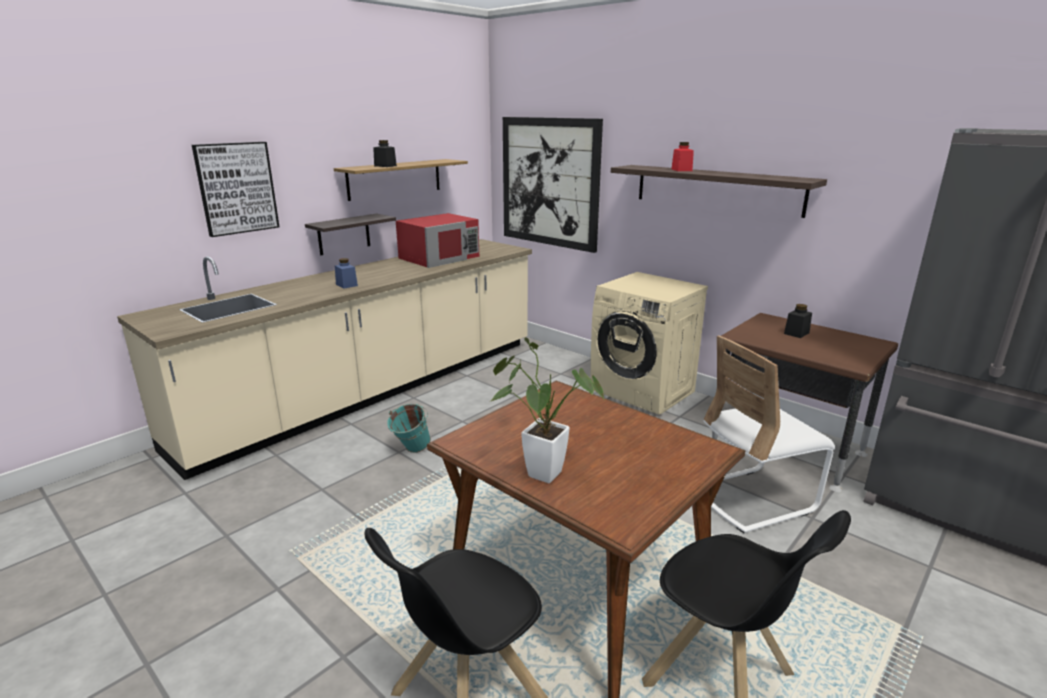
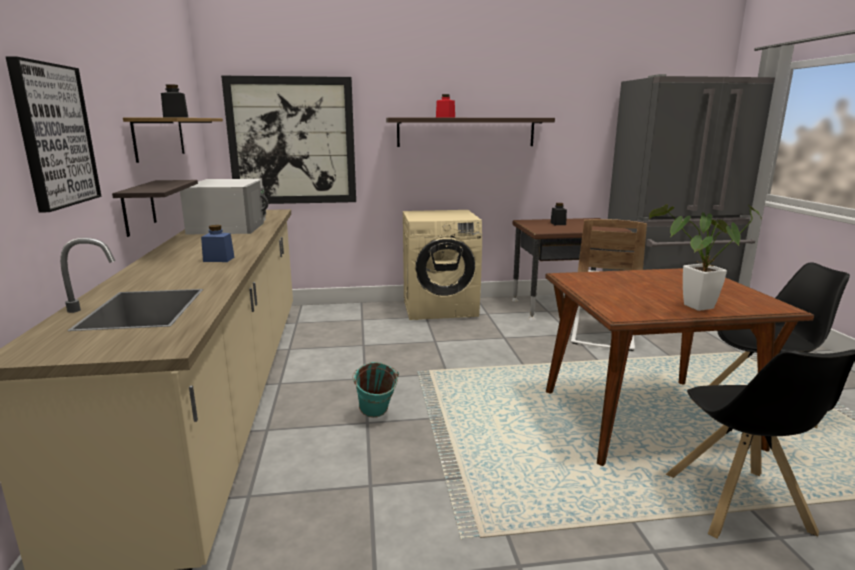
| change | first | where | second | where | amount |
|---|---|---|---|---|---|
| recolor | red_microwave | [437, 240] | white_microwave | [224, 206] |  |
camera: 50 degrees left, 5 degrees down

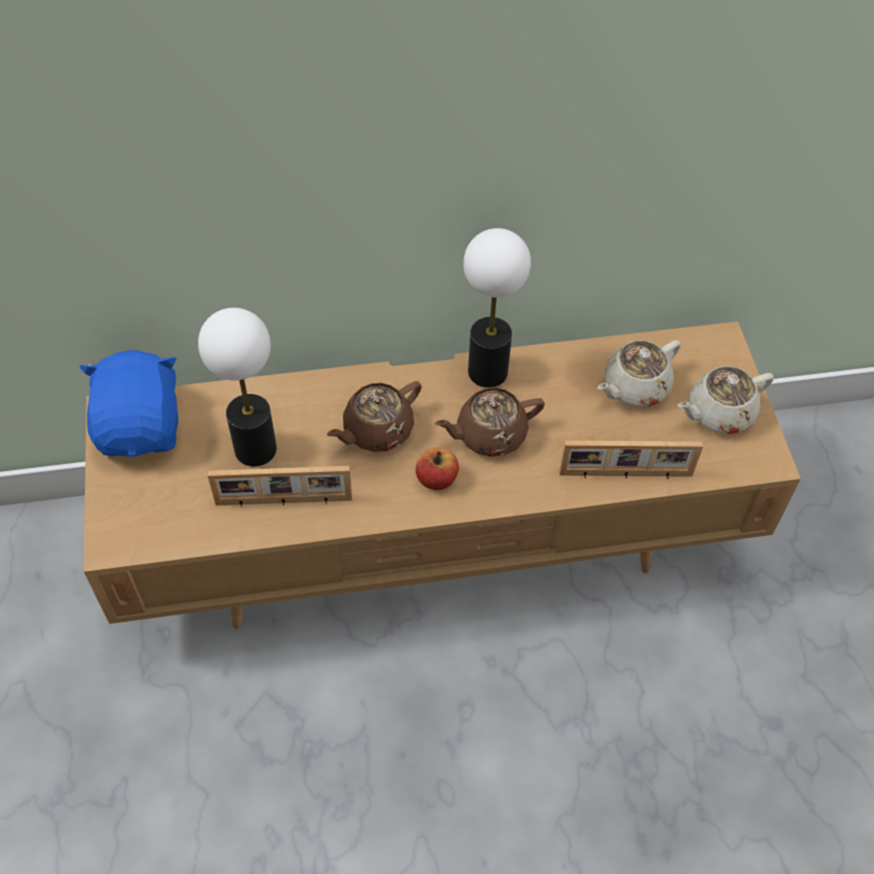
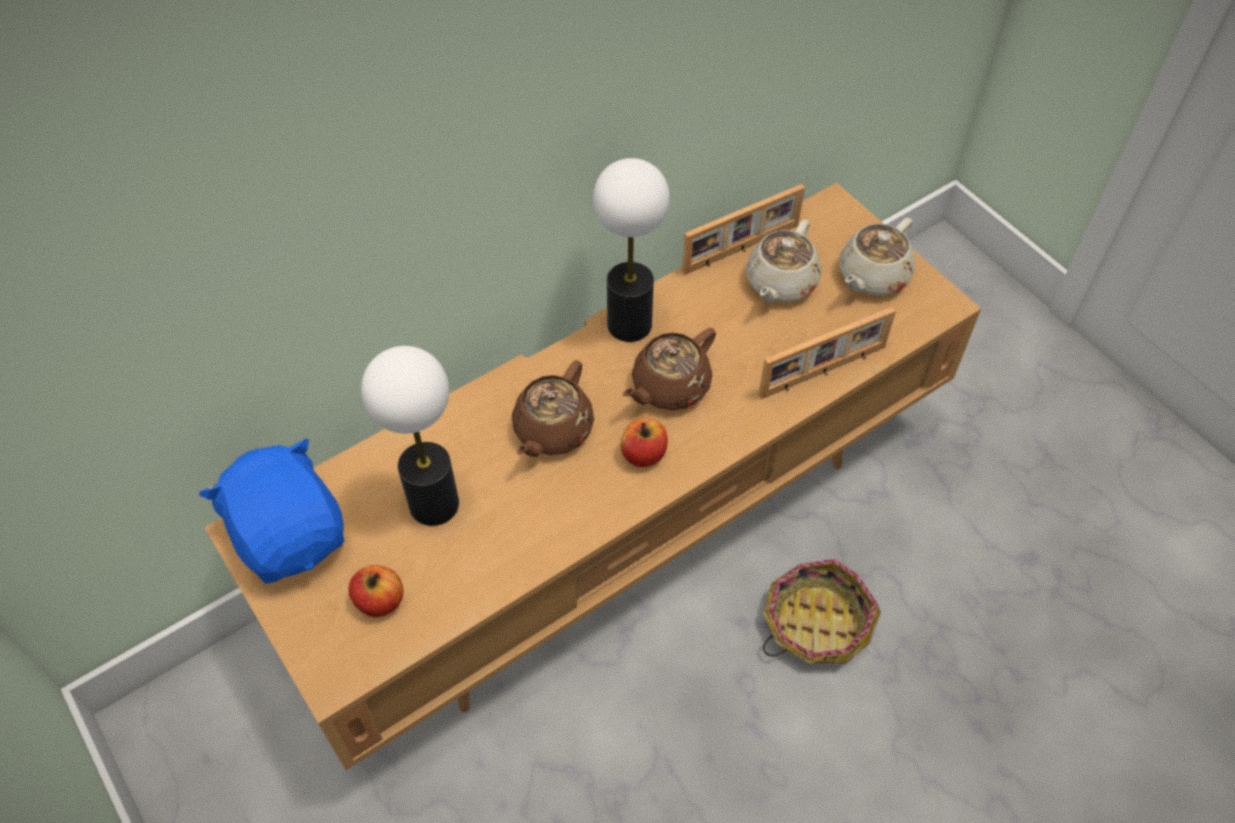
| change | first | where | second | where | amount |
|---|---|---|---|---|---|
| move | picture_frame | [280, 486] |  | [743, 229] |  |
| insert |  |  | apple | [375, 591] |  |
| insert |  |  | basket | [822, 611] |  |
camera: 25 degrees left, 0 degrees up

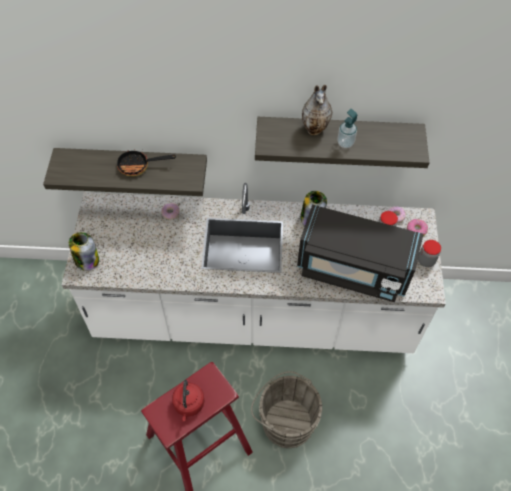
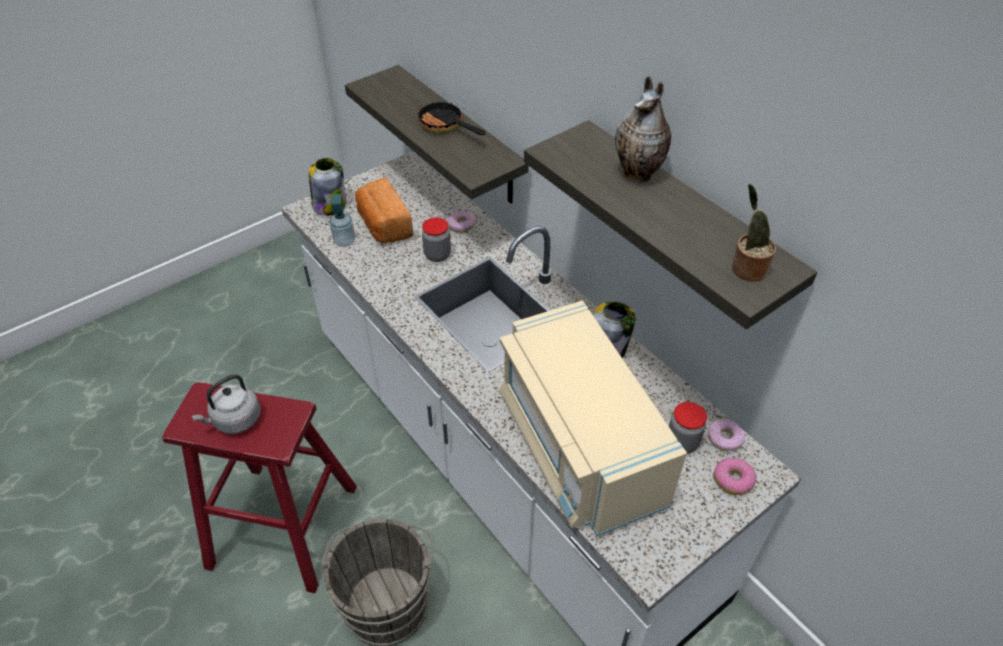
| change | first | where | second | where | amount |
|---|---|---|---|---|---|
| recolor | red_kettle | [188, 400] | grey_kettle | [225, 404] |  |
| recolor | black_microwave | [360, 253] | beige_microwave | [593, 418] |  |
| move | soap_dispenser | [347, 128] |  | [342, 220] |  |
| move | jar | [429, 253] |  | [436, 239] |  |
| insert |  |  | bread | [384, 210] |  |
| insert |  |  | potted_plant | [754, 232] |  |
camera: 50 degrees right, 10 degrees down

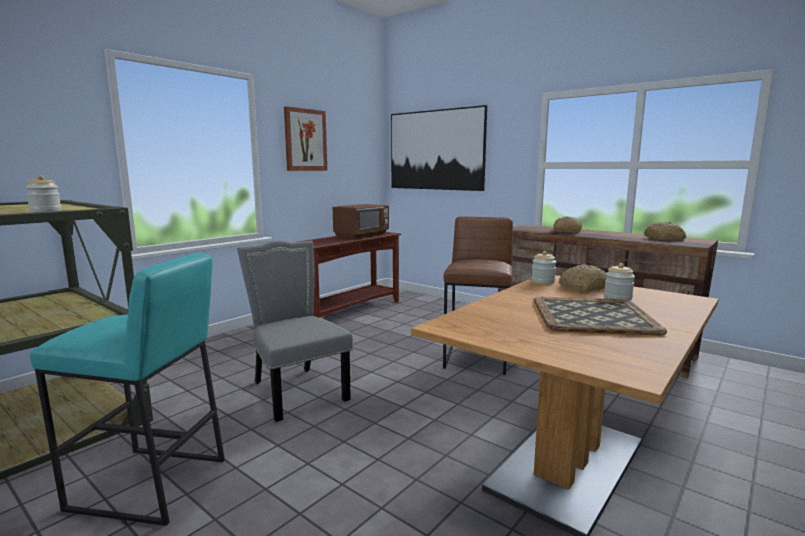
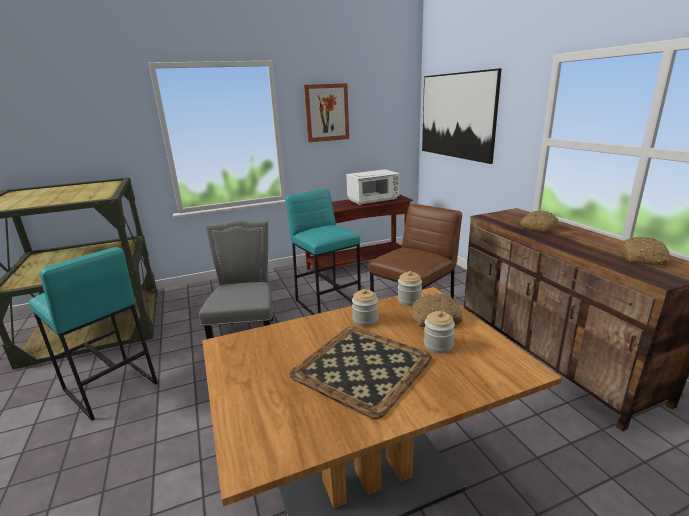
| change | first | where | second | where | amount |
|---|---|---|---|---|---|
| move | jar | [43, 193] |  | [365, 308] |  |
| recolor | brown_microwave | [360, 221] | white_microwave | [373, 187] |  |
| insert |  |  | turquoise_stool | [323, 252] |  |
camera: 30 degrees right, 10 degrees up

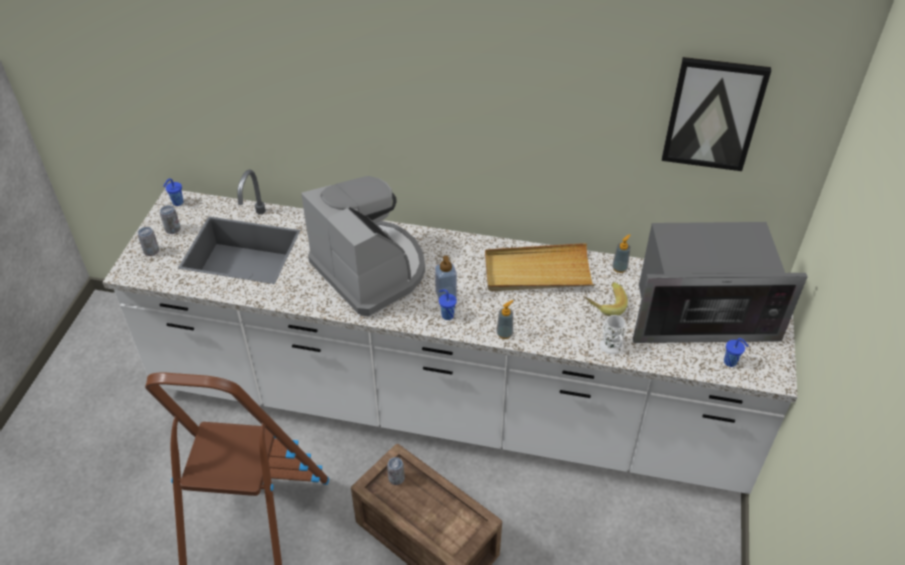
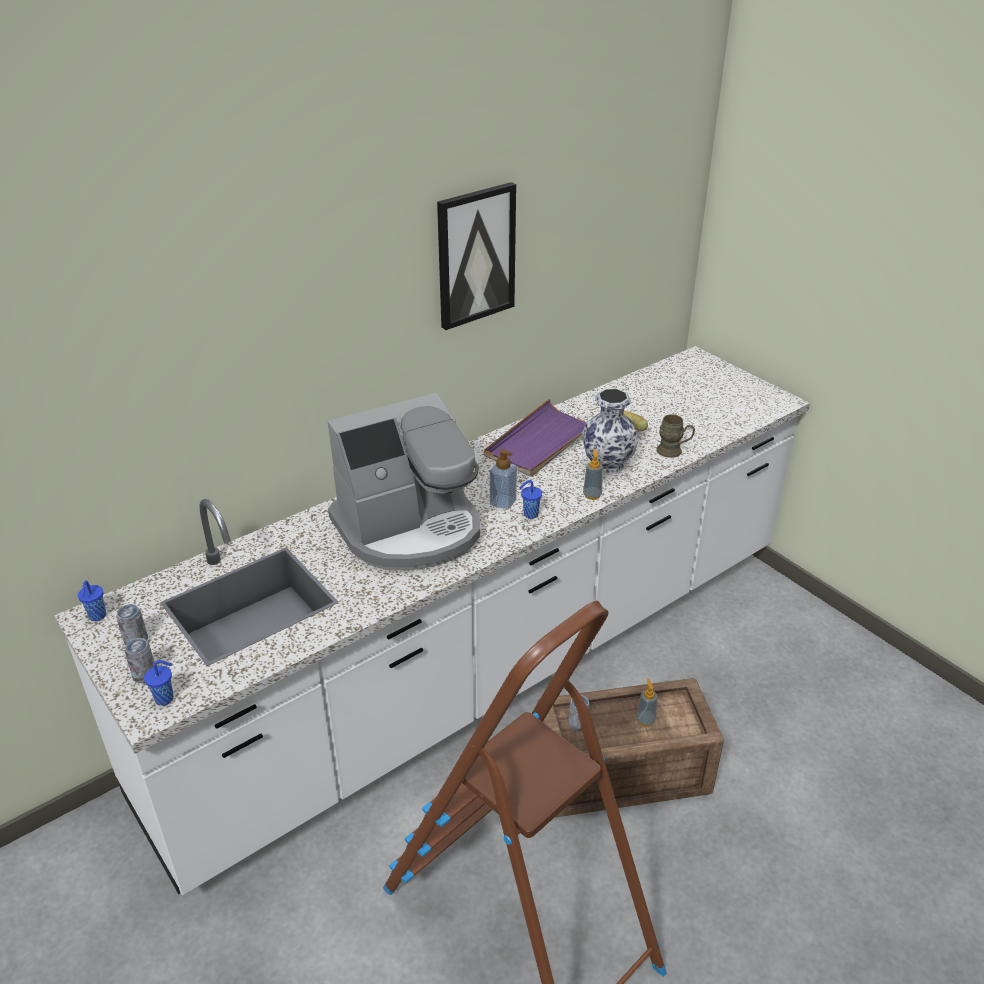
| change | first | where | second | where | amount |
|---|---|---|---|---|---|
| rotate | coffee_machine | [363, 246] |  | [404, 481] | 150 degrees clockwise |
| recolor | beige_tray | [540, 267] | purple_tray | [535, 438] |  |
| recolor | white_mug | [612, 334] | brown_mug | [675, 436] |  |
| move | soap_dispenser | [621, 253] |  | [646, 702] |  |
| delete | microwave | [720, 282] |  |  |  |
| move | picture | [716, 114] |  | [476, 256] |  |
| move | blue_cup | [736, 352] |  | [159, 683] |  |
| insert |  |  | vase | [610, 431] |  |
camera: 50 degrees left, 10 degrees down

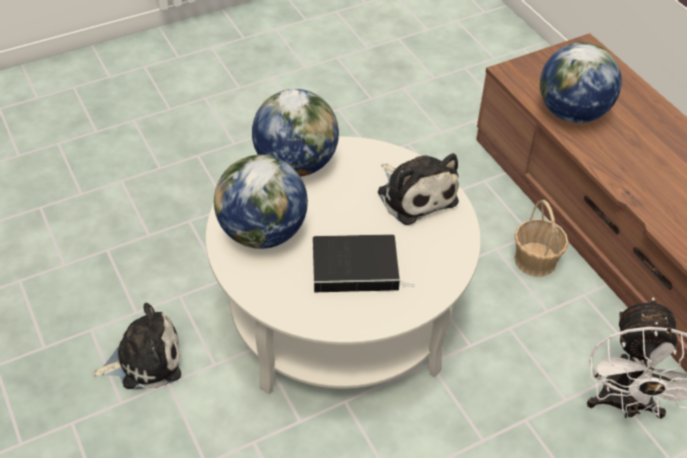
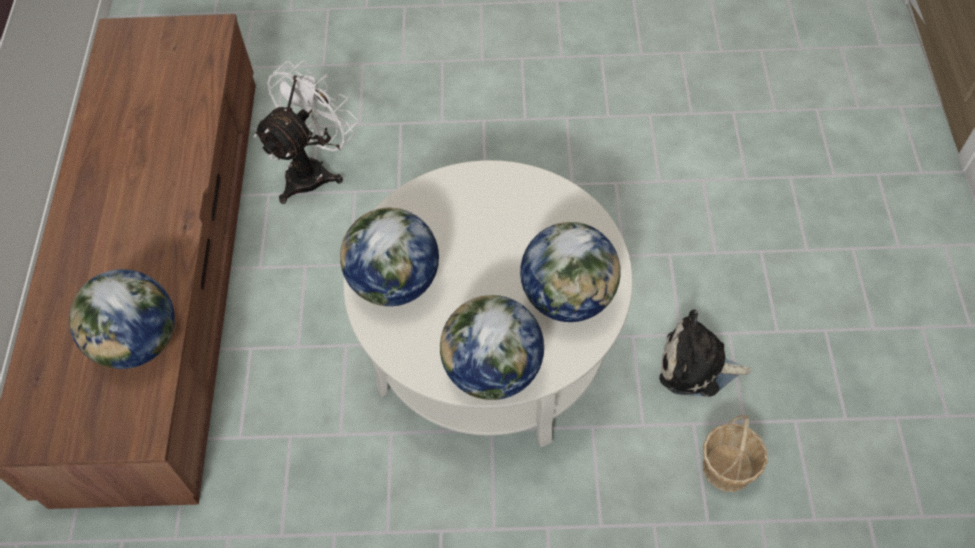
| change | first | where | second | where | amount |
|---|---|---|---|---|---|
| delete | book | [364, 263] |  |  |  |
| replace | plush_toy | [418, 189] | globe | [389, 257] |  |
| move | basket | [541, 238] |  | [735, 453] |  |
camera: 150 degrees left, 10 degrees up

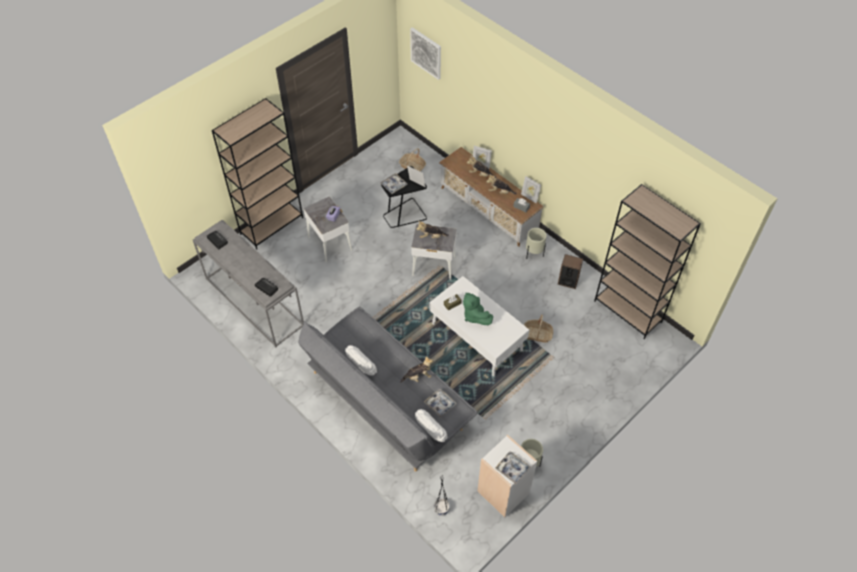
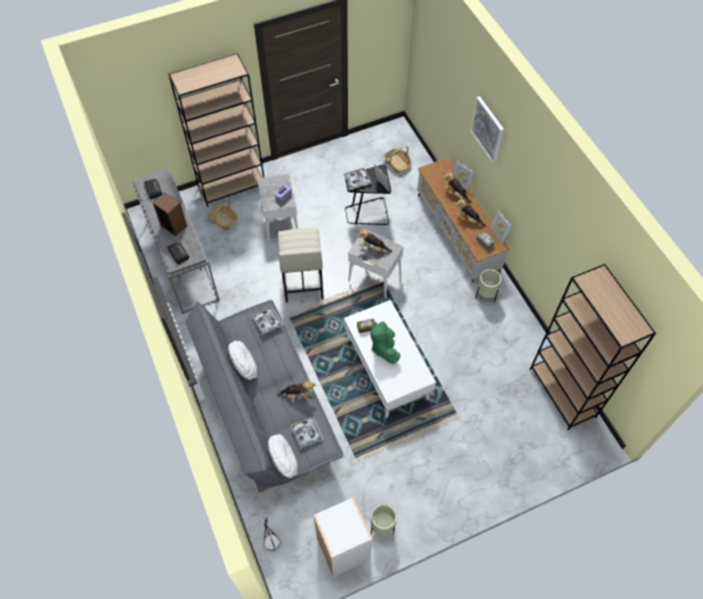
| change | first | where | second | where | amount |
|---|---|---|---|---|---|
| move | picture | [425, 53] |  | [487, 129] |  |
| move | tray | [513, 467] |  | [267, 321] |  |
| move | basket | [538, 328] |  | [222, 215] |  |
| move | speaker | [570, 271] |  | [169, 214] |  |
| insert |  |  | beige_stool | [301, 265] |  |
camera: 20 degrees right, 5 degrees up

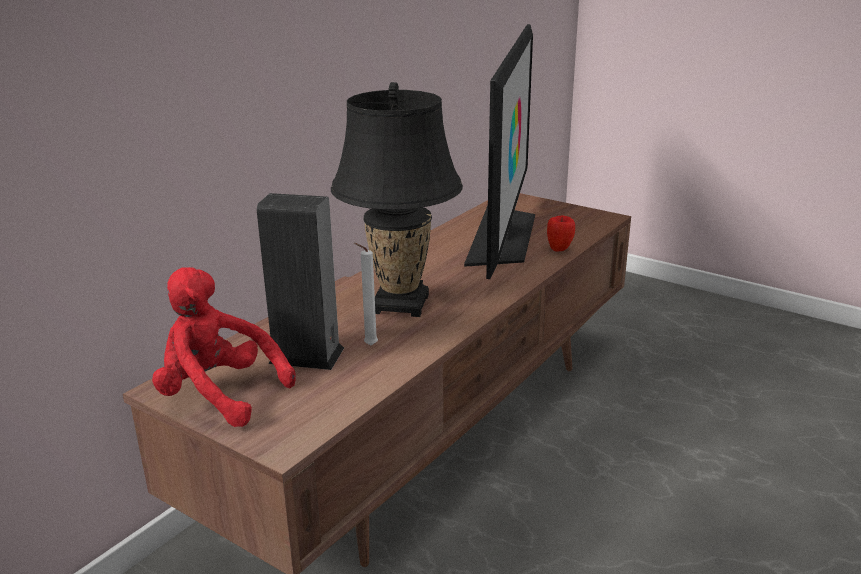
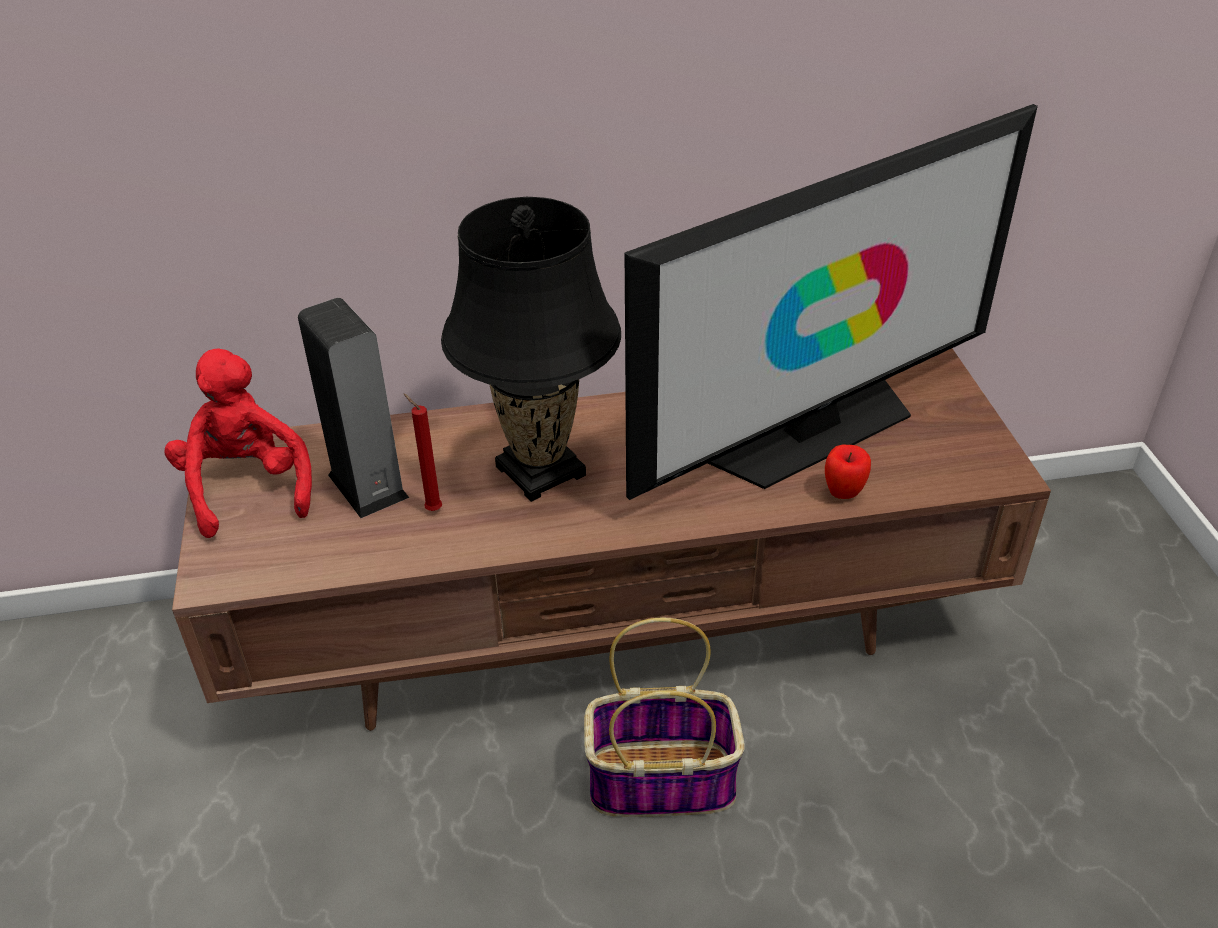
| change | first | where | second | where | amount |
|---|---|---|---|---|---|
| recolor | white_candle | [366, 294] | red_candle | [423, 452] |  |
| insert |  |  | basket | [664, 717] |  |
camera: 45 degrees right, 15 degrees up

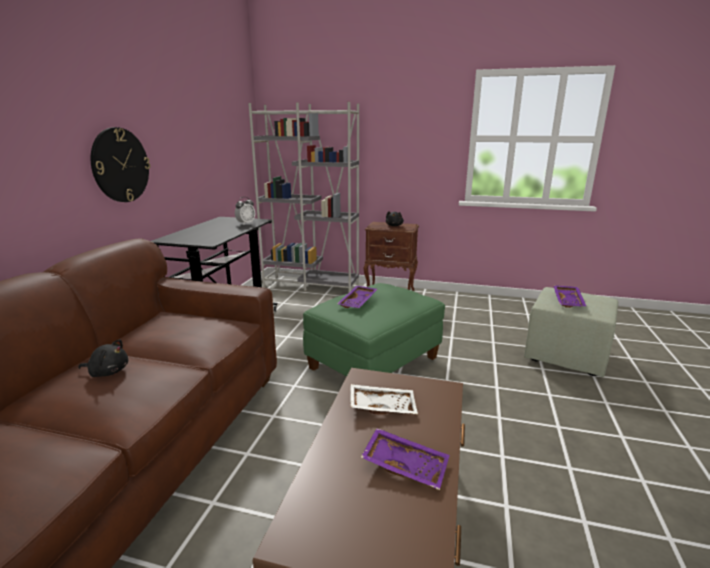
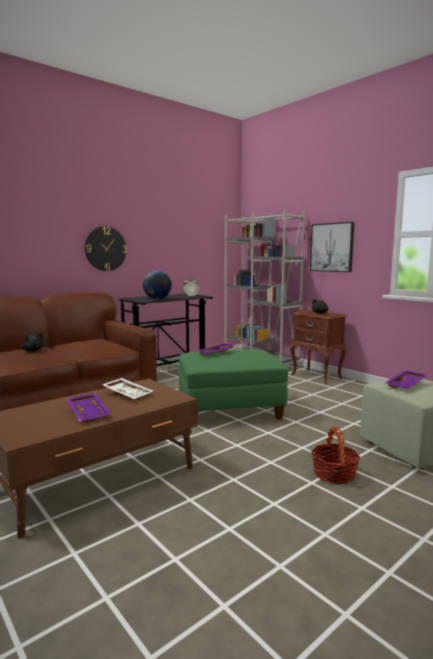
| change | first | where | second | where | amount |
|---|---|---|---|---|---|
| insert |  |  | globe | [157, 284] |  |
| insert |  |  | picture | [332, 247] |  |
| insert |  |  | basket | [335, 455] |  |
camera: 35 degrees right, 10 degrees down

